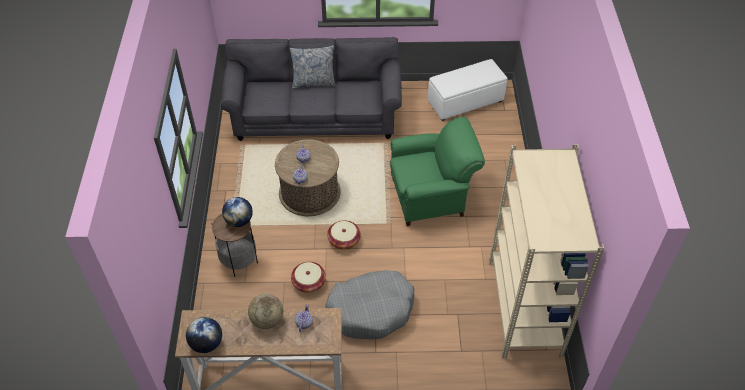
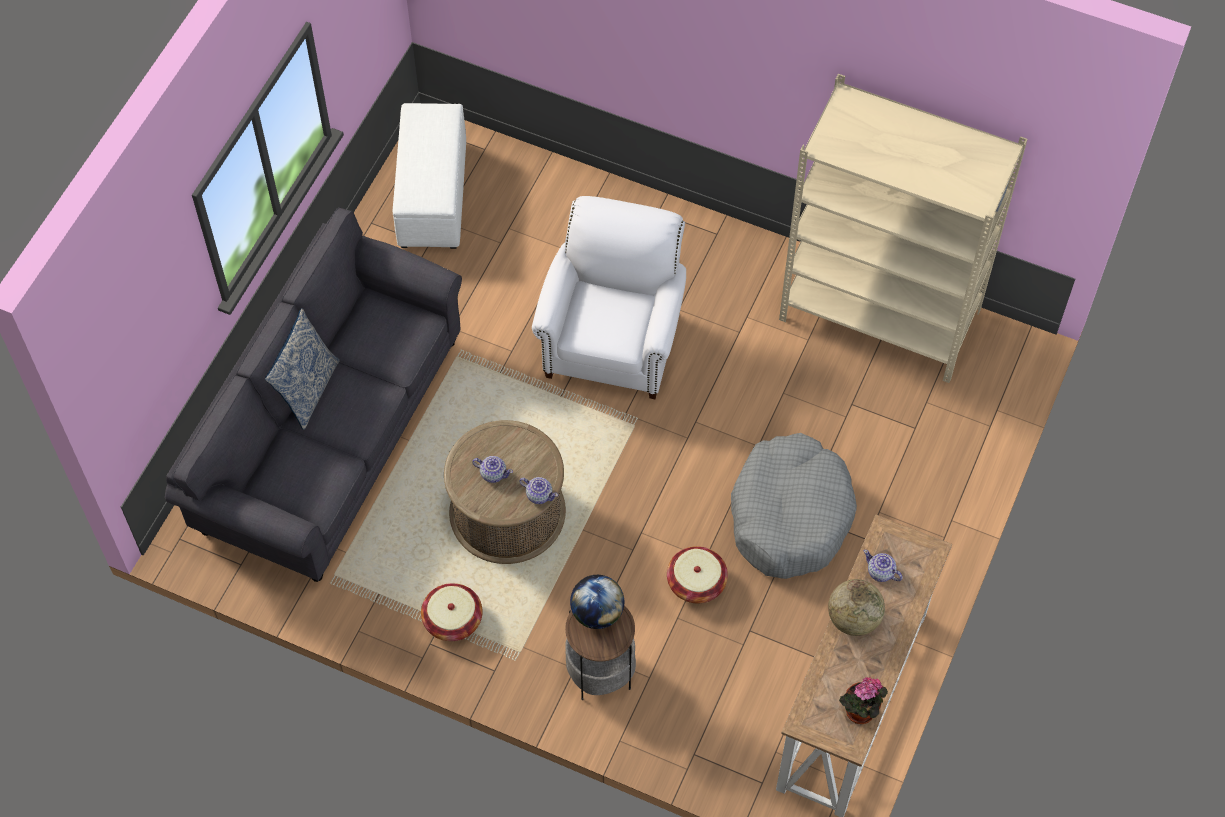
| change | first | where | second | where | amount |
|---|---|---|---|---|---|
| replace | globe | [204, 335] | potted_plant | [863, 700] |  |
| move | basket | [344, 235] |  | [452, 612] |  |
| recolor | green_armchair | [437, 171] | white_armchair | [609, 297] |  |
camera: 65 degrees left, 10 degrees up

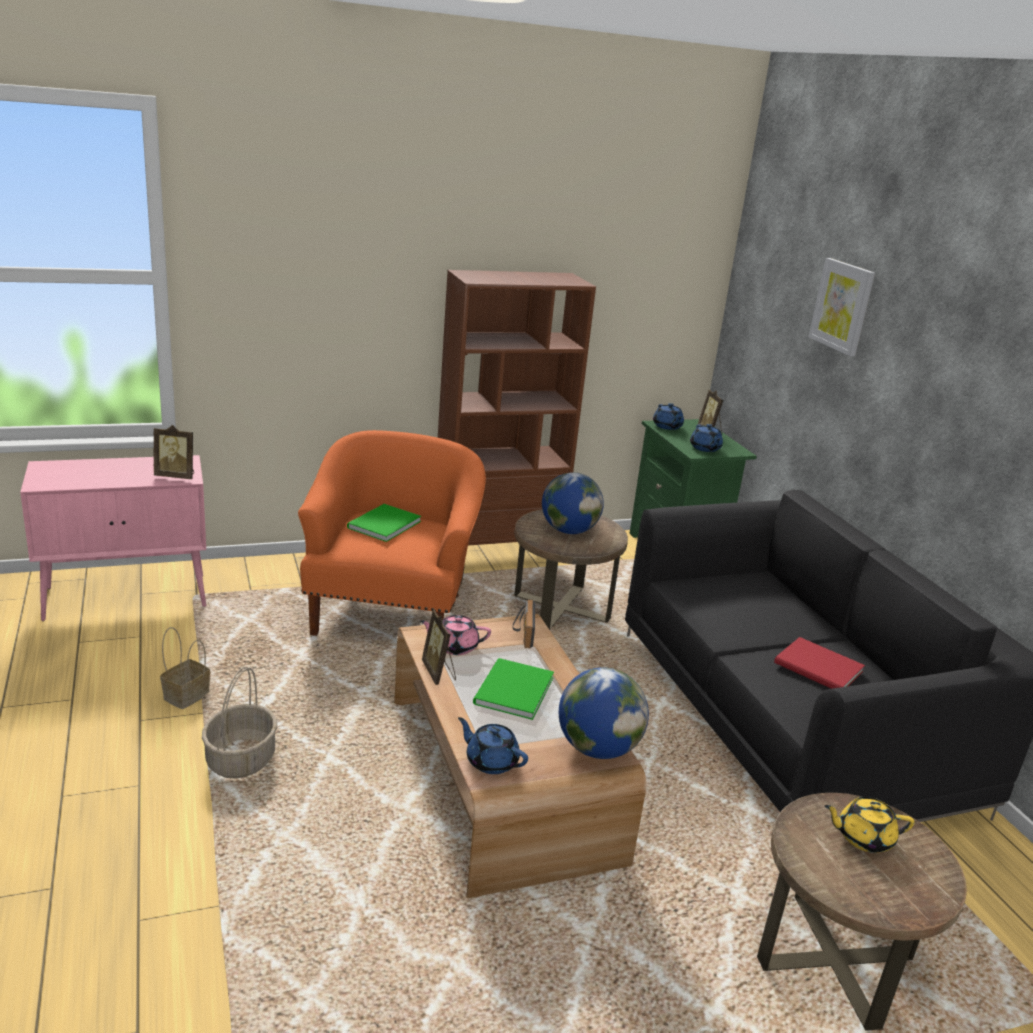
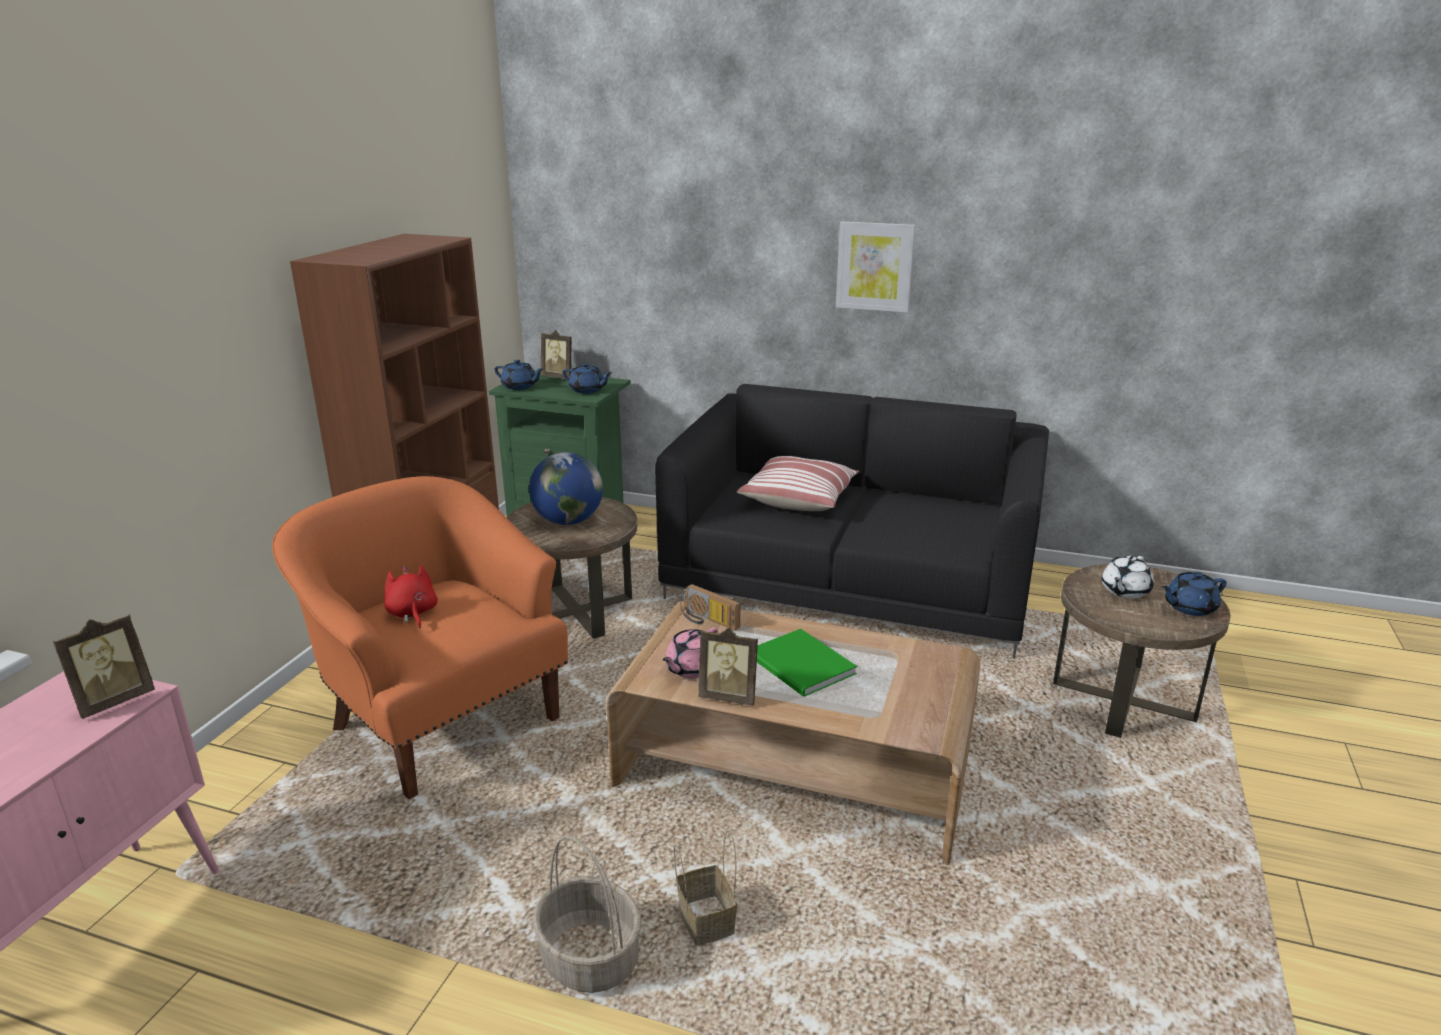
| change | first | where | second | where | amount |
|---|---|---|---|---|---|
| move | basket | [185, 668] |  | [705, 887] |  |
| replace | green_book | [384, 523] | red_plush_toy | [411, 597] |  |
| move | blue_teapot | [493, 745] |  | [1194, 594] |  |
| delete | globe | [604, 713] |  |  |  |
| delete | red_book | [819, 663] |  |  |  |
| move | picture | [842, 307] |  | [876, 267] |  |
| recolor | yellow_teapot | [869, 825] | white_teapot | [1128, 577] |  |
| insert |  |  | pillow | [798, 483] |  |
camera: 50 degrees left, 0 degrees up

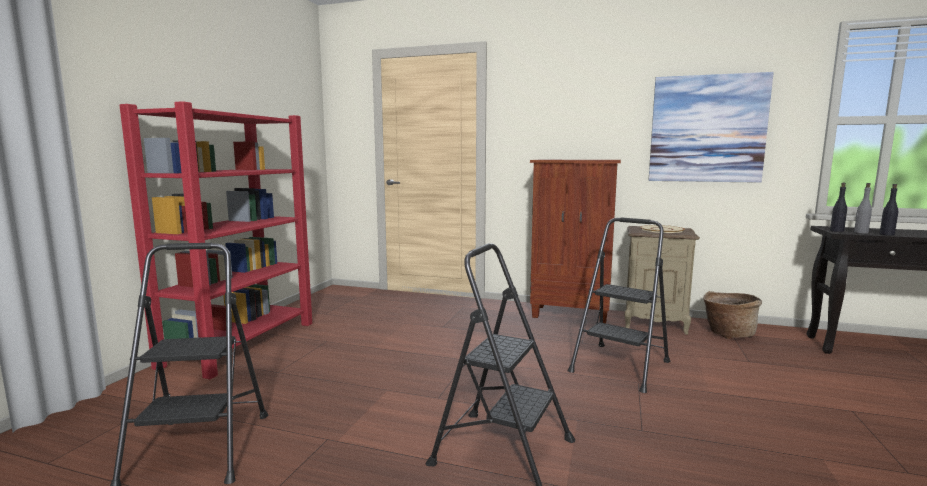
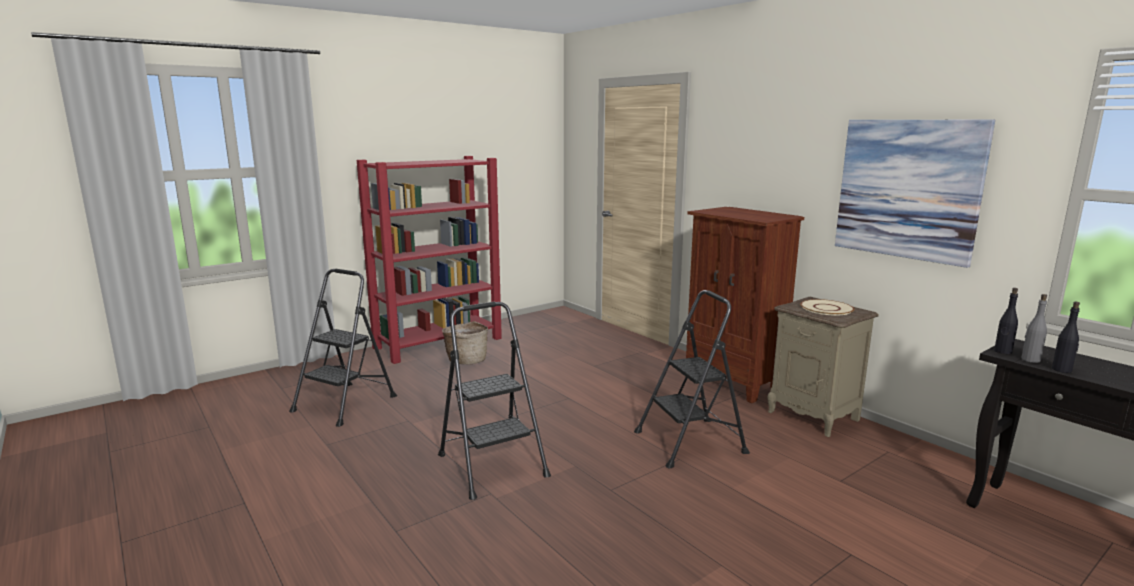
| change | first | where | second | where | amount |
|---|---|---|---|---|---|
| move | basket | [732, 315] |  | [465, 343] |  |
camera: 35 degrees right, 5 degrees up

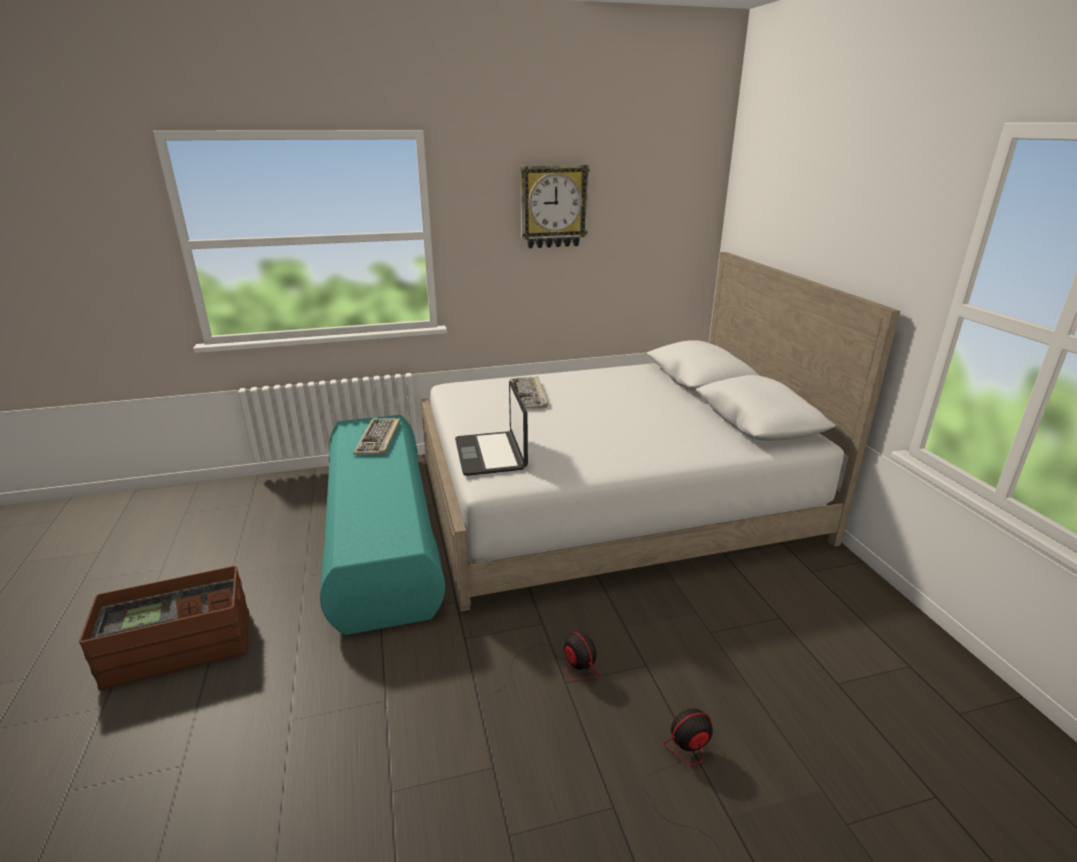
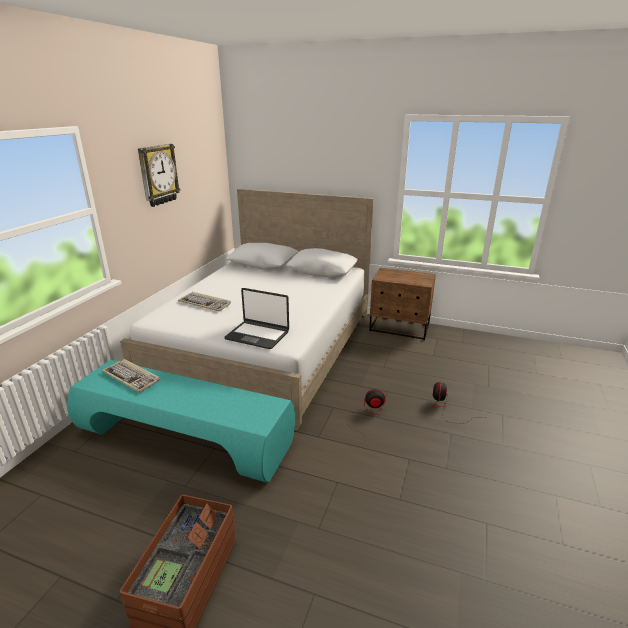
| change | first | where | second | where | amount |
|---|---|---|---|---|---|
| insert |  |  | brown_nightstand | [402, 304] |  |
camera: 55 degrees left, 0 degrees up

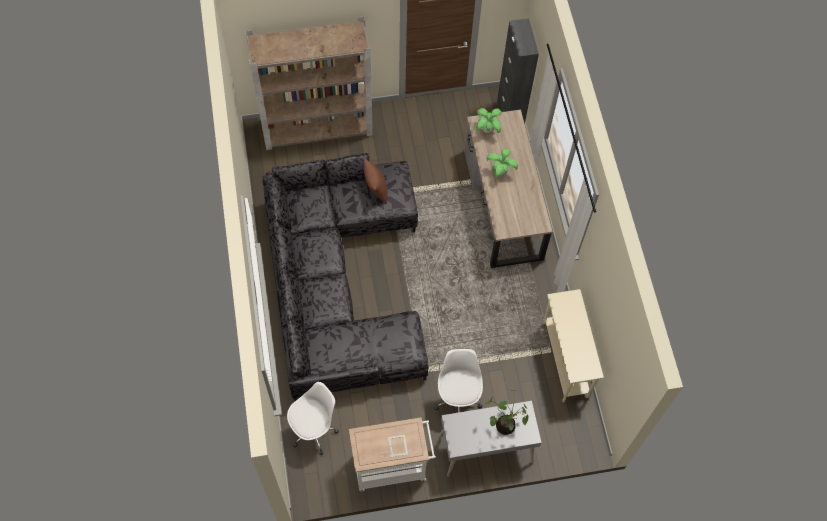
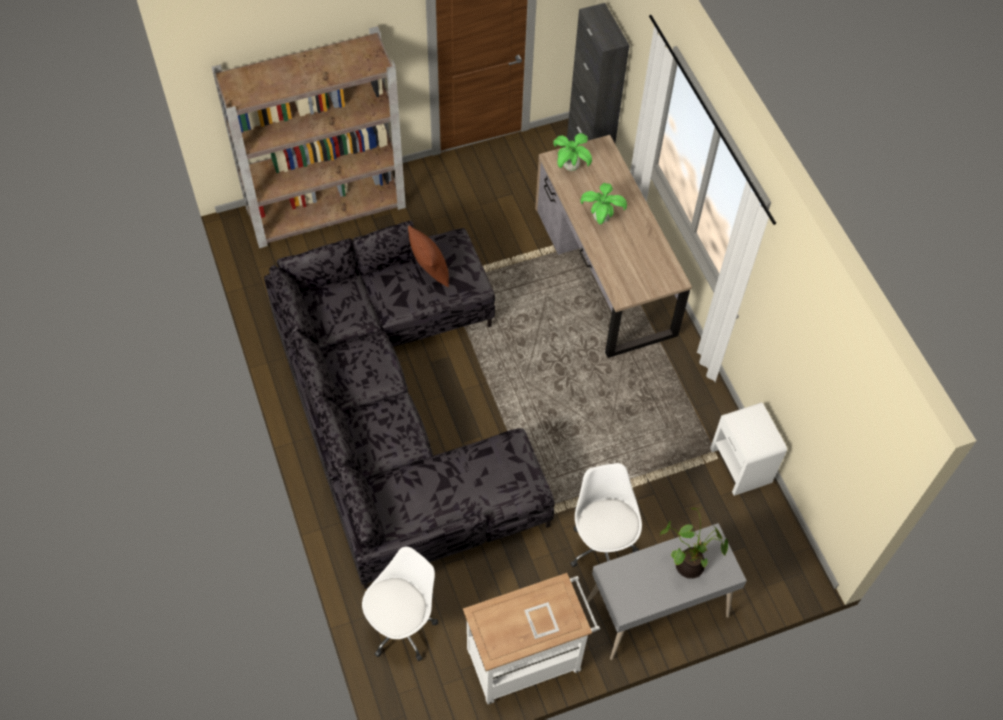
| change | first | where | second | where | amount |
|---|---|---|---|---|---|
| replace | beige_console_table | [573, 345] | white_nightstand | [748, 449] |  |
camera: 10 degrees left, 5 degrees down

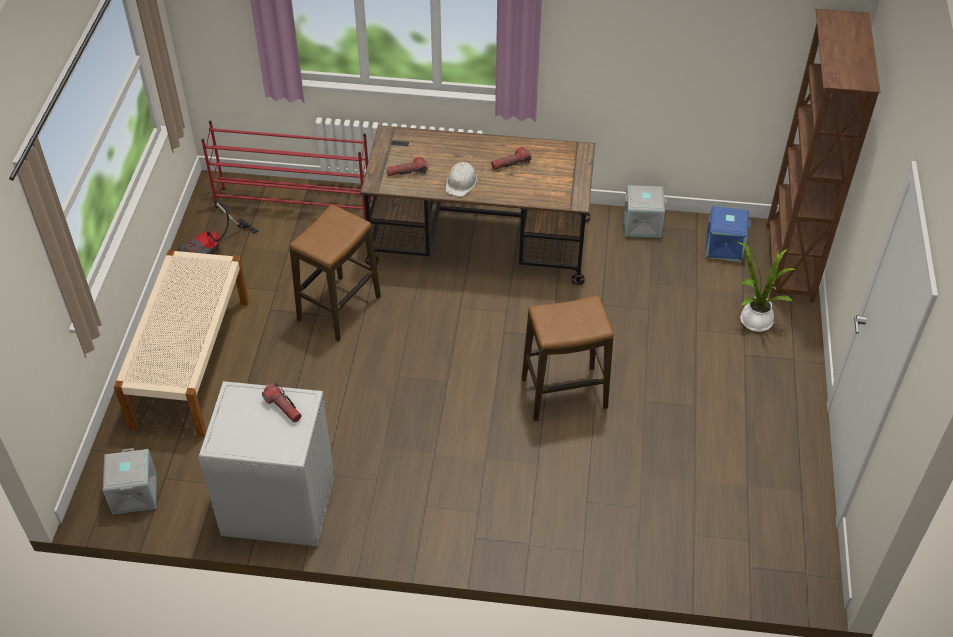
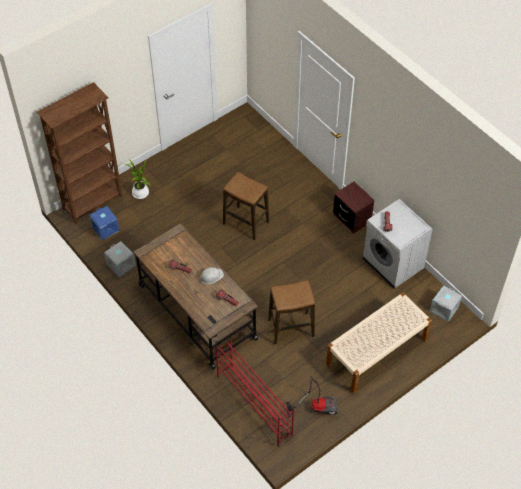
| change | first | where | second | where | amount |
|---|---|---|---|---|---|
| insert |  |  | brown_nightstand | [353, 208] |  |
camera: 135 degrees left, 5 degrees up

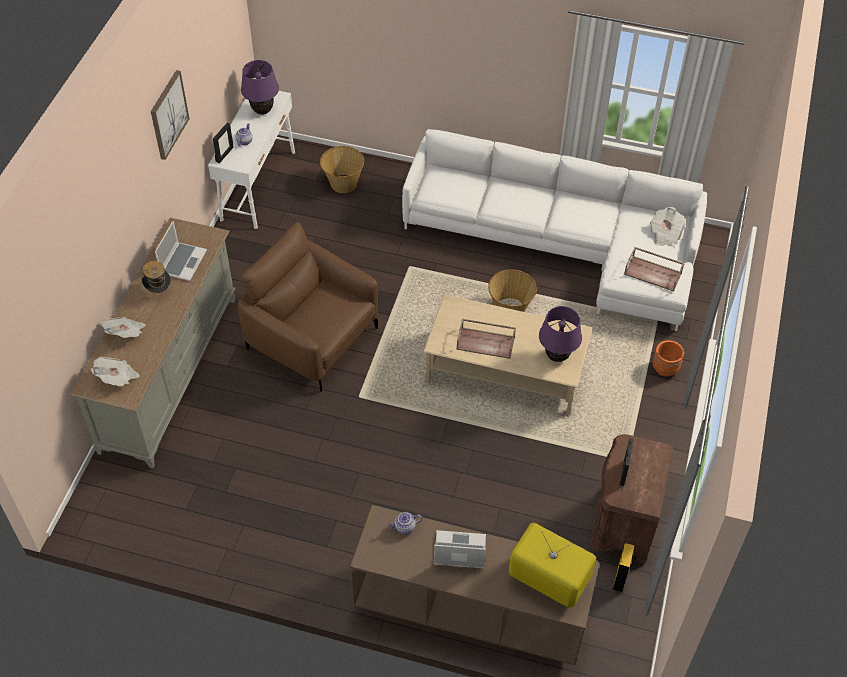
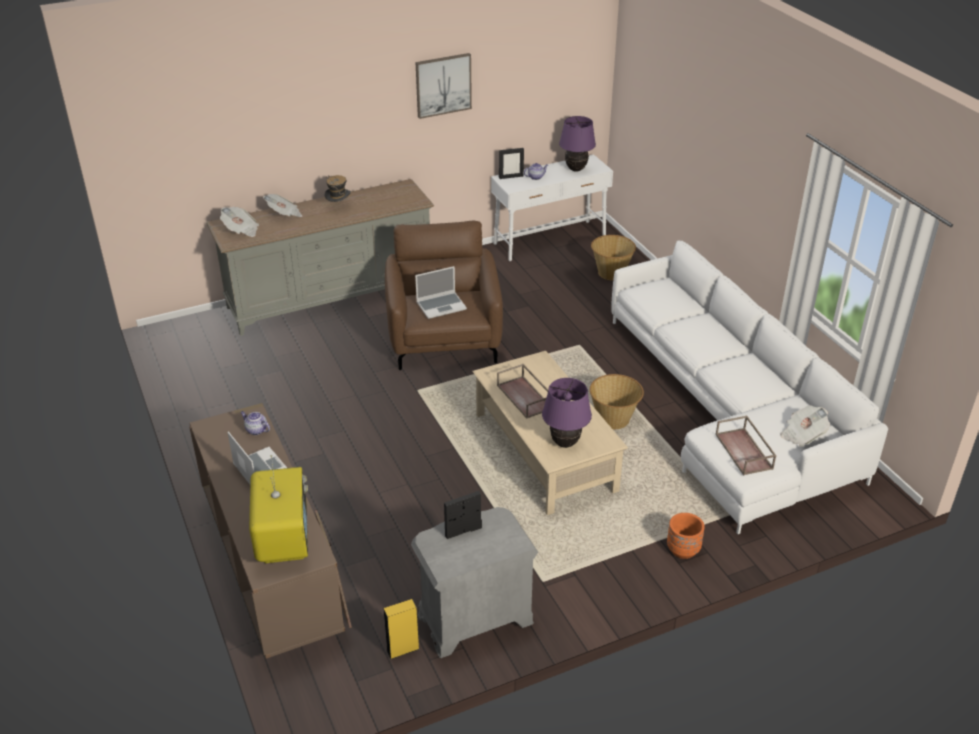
| change | first | where | second | where | amount |
|---|---|---|---|---|---|
| move | laptop | [181, 251] |  | [441, 292] |  |
| recolor | brown_nightstand | [632, 499] | grey_nightstand | [474, 582] |  |
camera: 50 degrees right, 15 degrees down

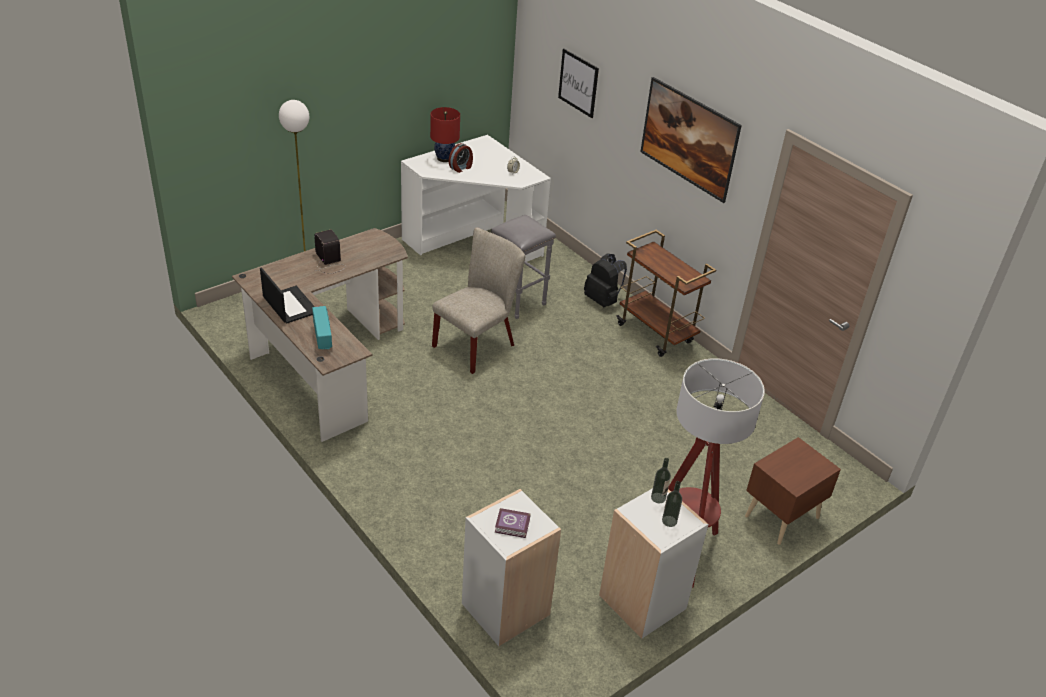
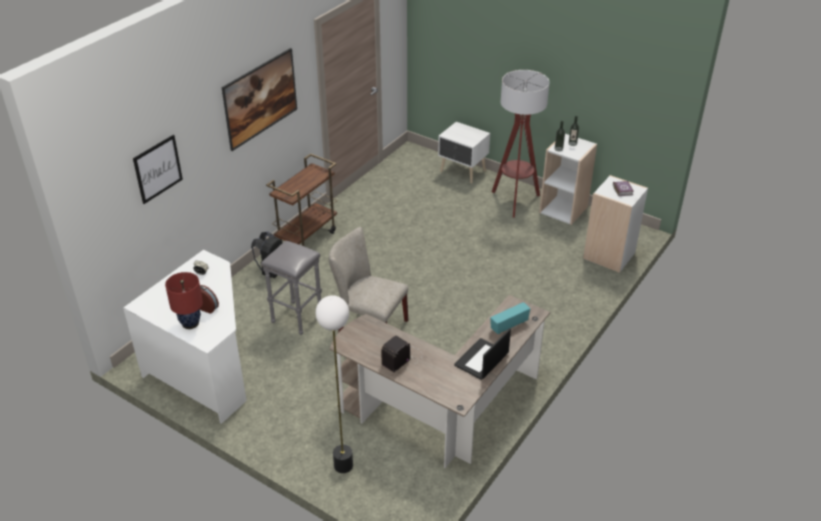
| change | first | where | second | where | amount |
|---|---|---|---|---|---|
| recolor | brown_nightstand | [793, 491] | white_nightstand | [464, 152] |  |
camera: 105 degrees left, 0 degrees up

